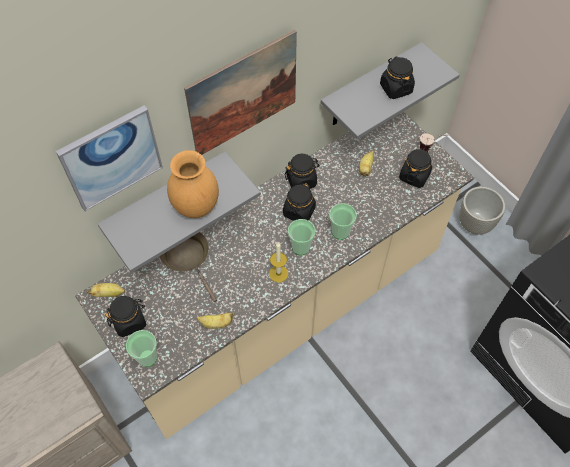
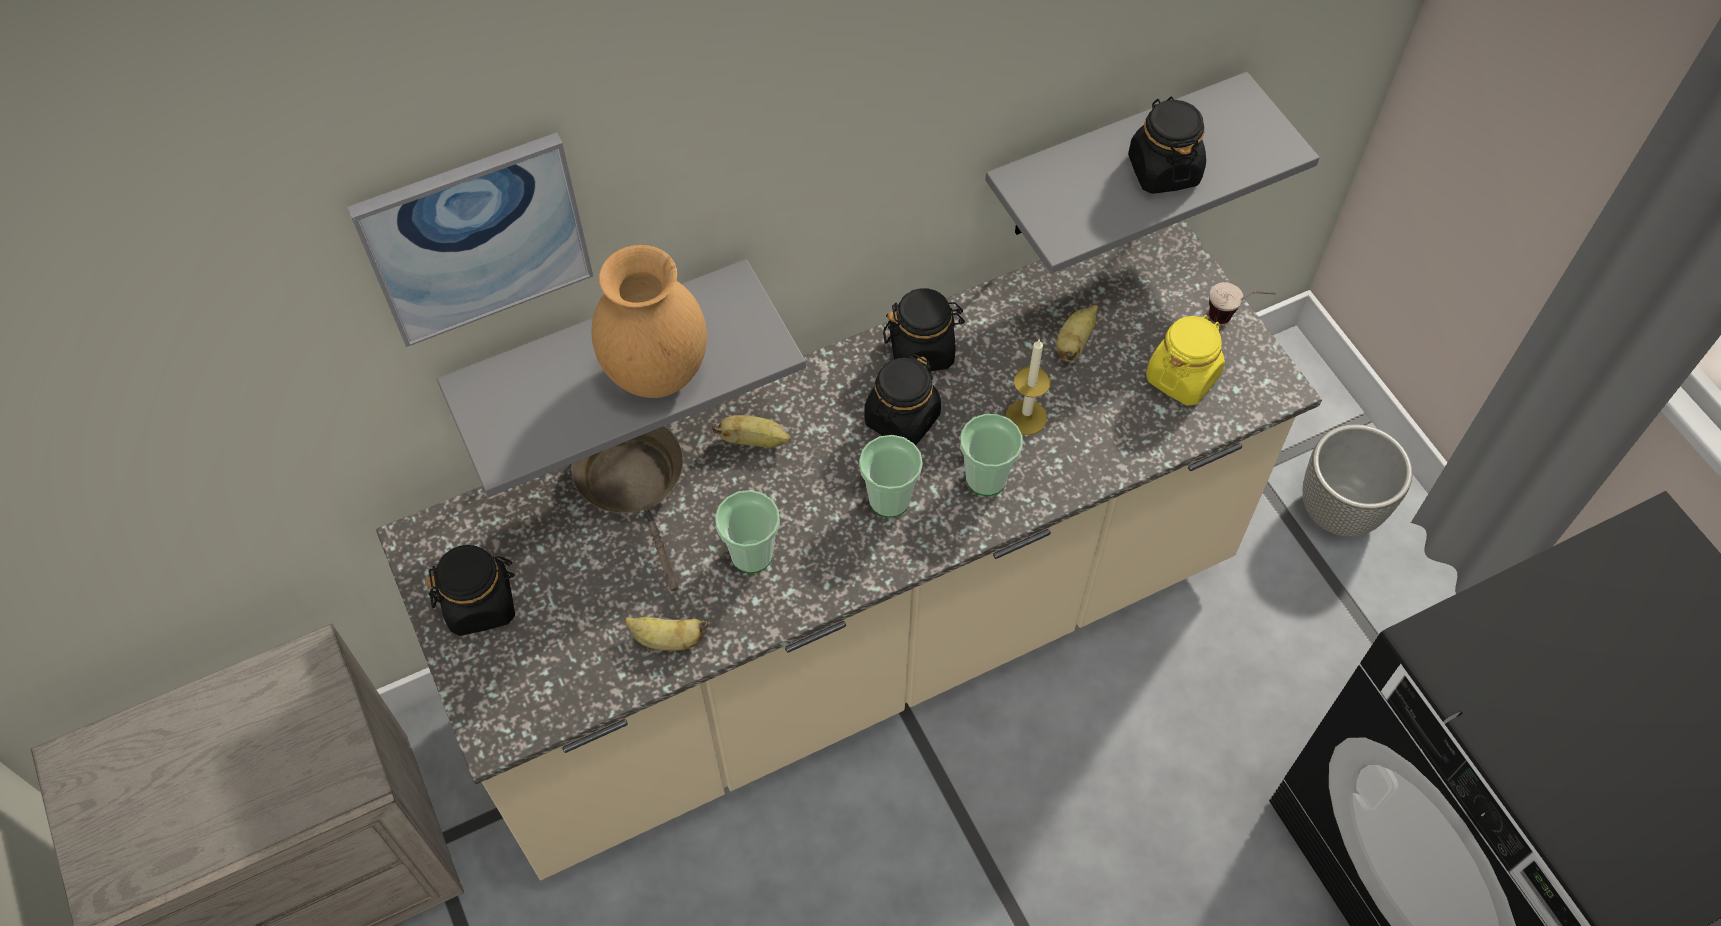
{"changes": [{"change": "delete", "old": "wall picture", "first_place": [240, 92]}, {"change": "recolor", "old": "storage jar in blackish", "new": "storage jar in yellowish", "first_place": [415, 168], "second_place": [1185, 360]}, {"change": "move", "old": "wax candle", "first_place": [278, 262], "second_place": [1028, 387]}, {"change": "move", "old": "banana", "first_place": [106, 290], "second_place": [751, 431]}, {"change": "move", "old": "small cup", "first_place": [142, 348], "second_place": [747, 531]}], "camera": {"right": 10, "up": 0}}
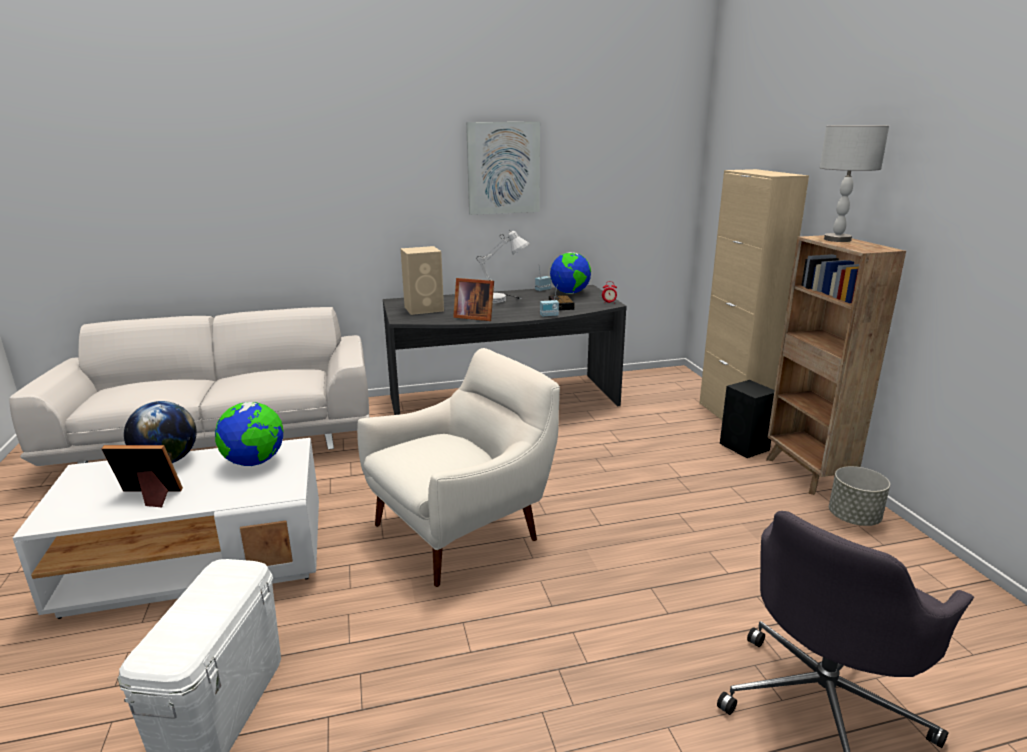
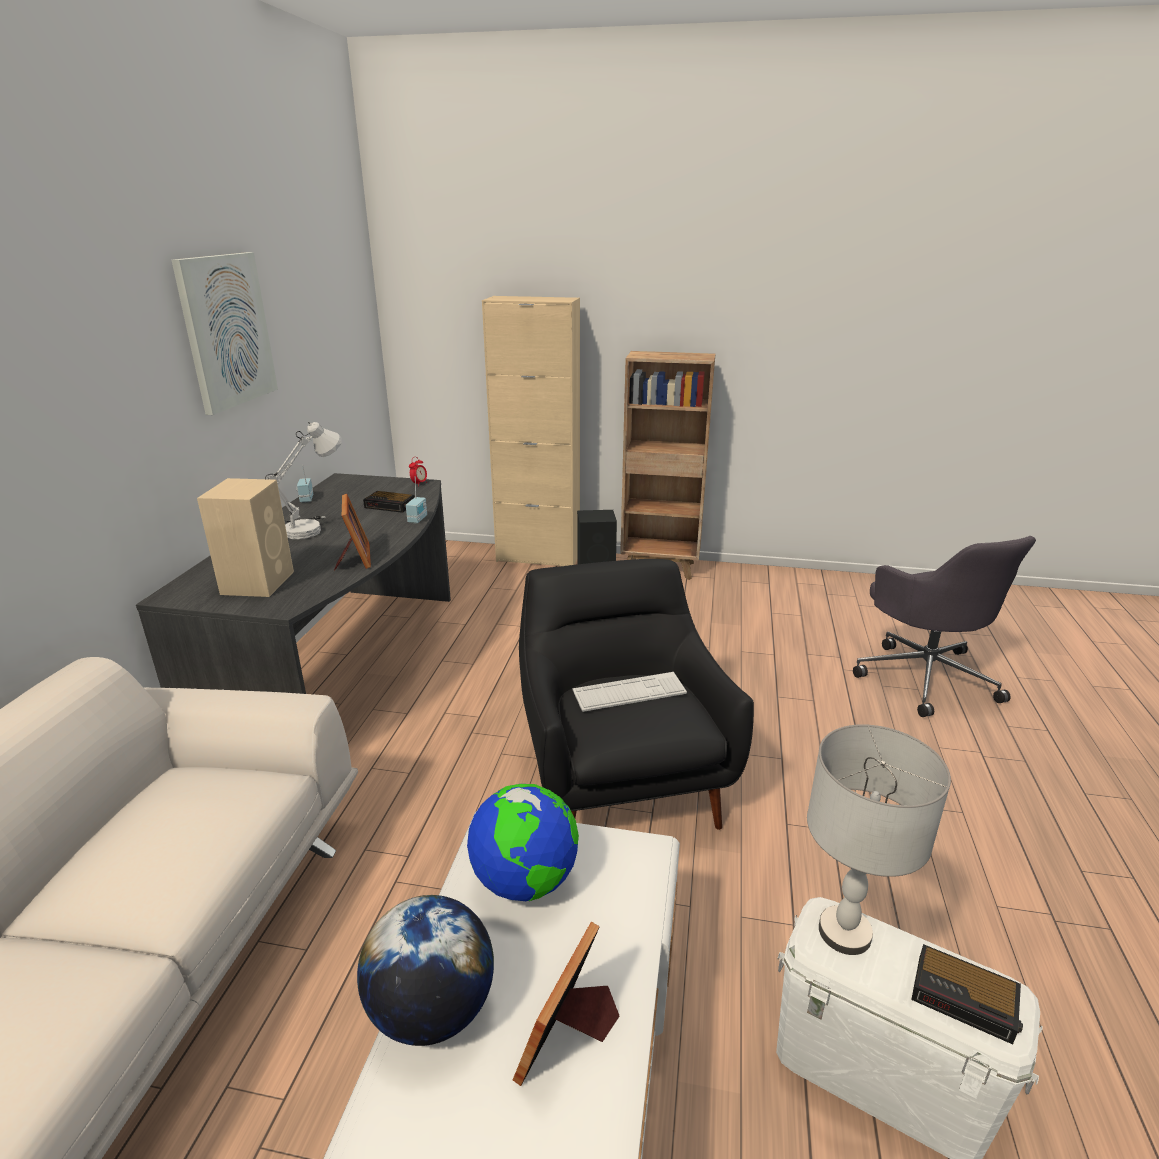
{"changes": [{"change": "move", "old": "table lamp in gray", "first_place": [854, 183], "second_place": [879, 839]}, {"change": "delete", "old": "world globe", "first_place": [570, 273]}, {"change": "rotate", "old": "photo frame", "first_place": [473, 299], "second_place": [352, 532], "degrees": -60}, {"change": "recolor", "old": "armchair in white-coloured", "new": "armchair in blackish", "first_place": [458, 467], "second_place": [636, 694]}, {"change": "delete", "old": "plant pot in gray", "first_place": [859, 496]}, {"change": "insert", "new": "computer keyboard", "second_place": [630, 692]}, {"change": "insert", "new": "table clock", "second_place": [967, 994]}], "camera": {"right": -65, "up": 5}}
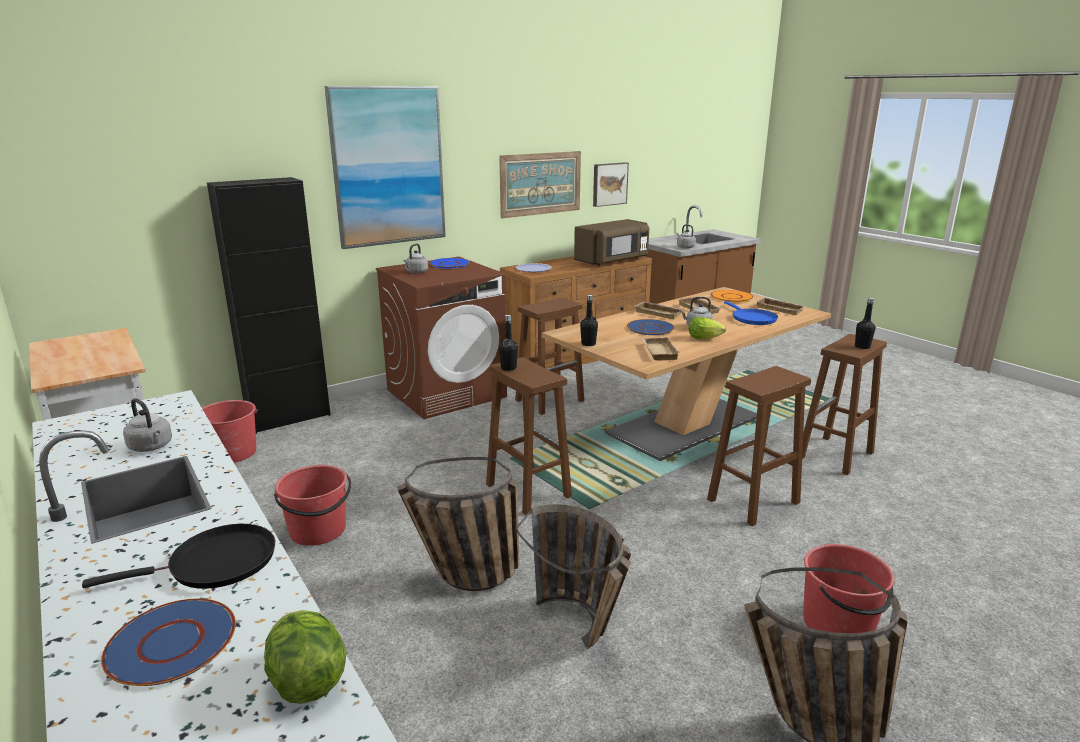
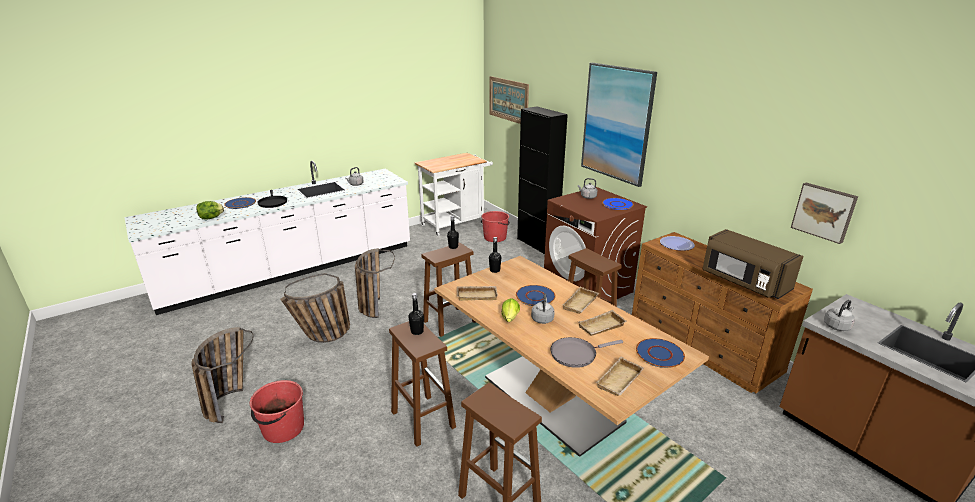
{"changes": [{"change": "move", "old": "wall picture", "first_place": [540, 184], "second_place": [509, 100]}, {"change": "recolor", "old": "plate in orange", "new": "plate in blue", "first_place": [732, 296], "second_place": [660, 353]}, {"change": "move", "old": "bottle in blackish", "first_place": [865, 323], "second_place": [416, 314]}, {"change": "recolor", "old": "pan in blue", "new": "pan in gray", "first_place": [751, 313], "second_place": [587, 352]}, {"change": "delete", "old": "pail in reddish", "first_place": [312, 505]}], "camera": {"right": 90, "up": 5}}
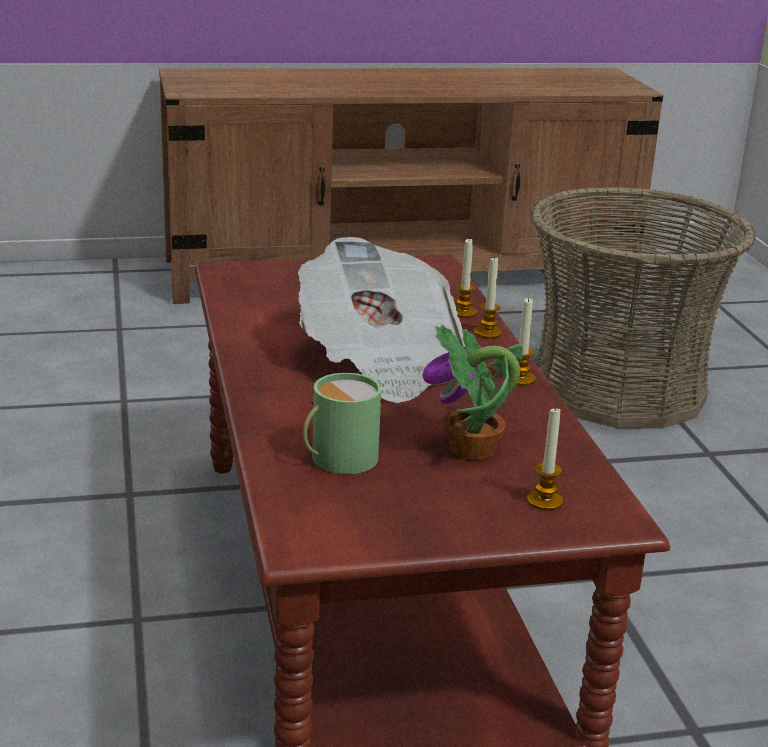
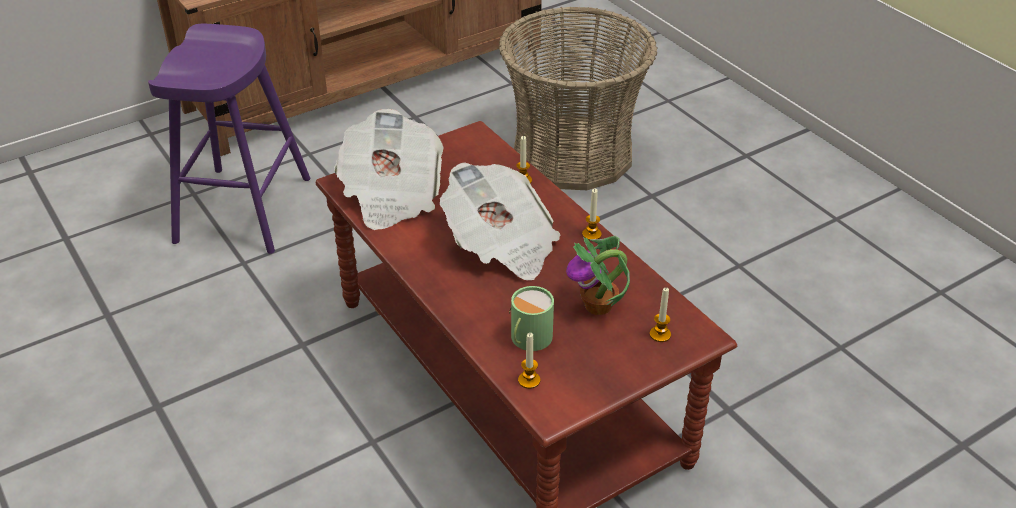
{"changes": [{"change": "move", "old": "wax candle", "first_place": [488, 297], "second_place": [529, 361]}, {"change": "insert", "new": "stool seat in purple", "second_place": [229, 139]}, {"change": "insert", "new": "printed paper", "second_place": [389, 169]}], "camera": {"right": -20, "up": 15}}
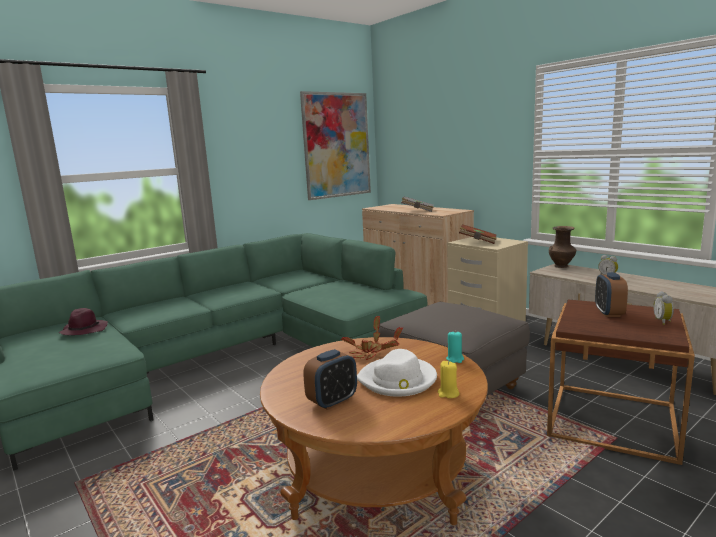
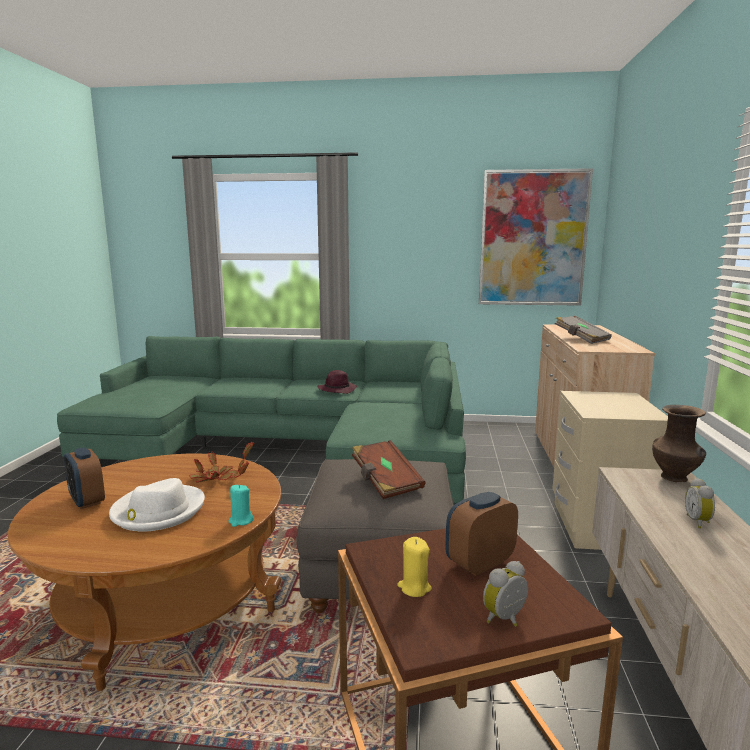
{"changes": [{"change": "move", "old": "book in brown", "first_place": [478, 234], "second_place": [388, 469]}, {"change": "move", "old": "wearable hat in purple", "first_place": [83, 321], "second_place": [337, 382]}, {"change": "rotate", "old": "table clock", "first_place": [330, 379], "second_place": [84, 478], "degrees": 45}, {"change": "move", "old": "wax candle in yellowish", "first_place": [448, 379], "second_place": [414, 567]}], "camera": {"right": 45, "up": 0}}
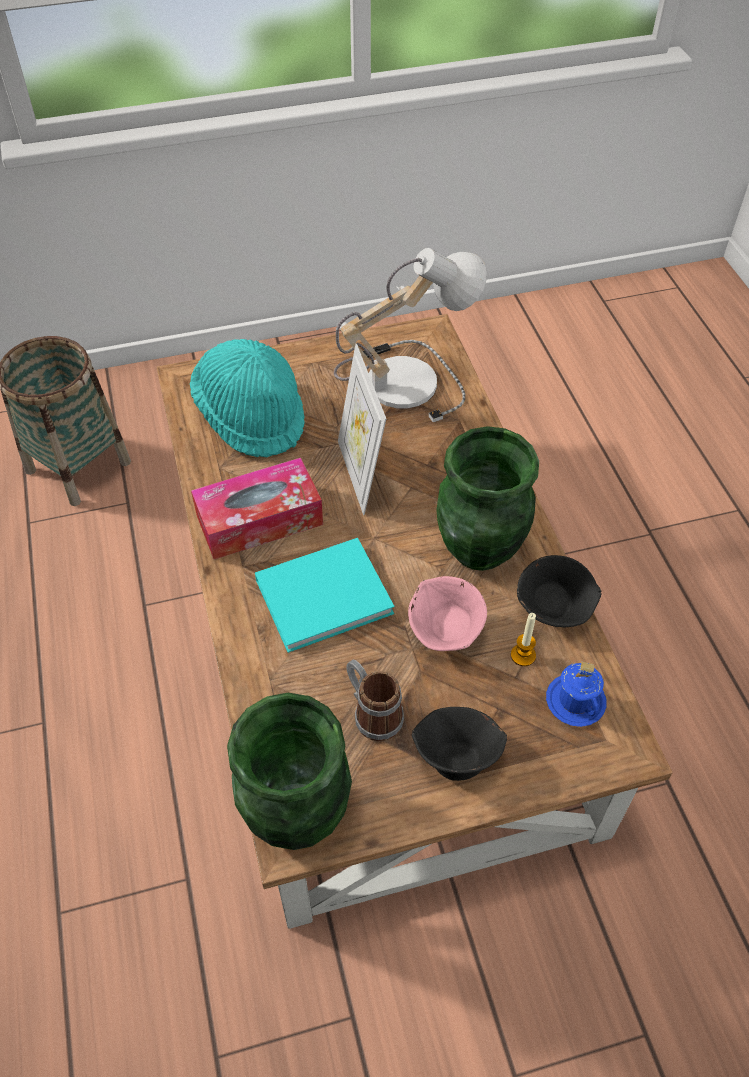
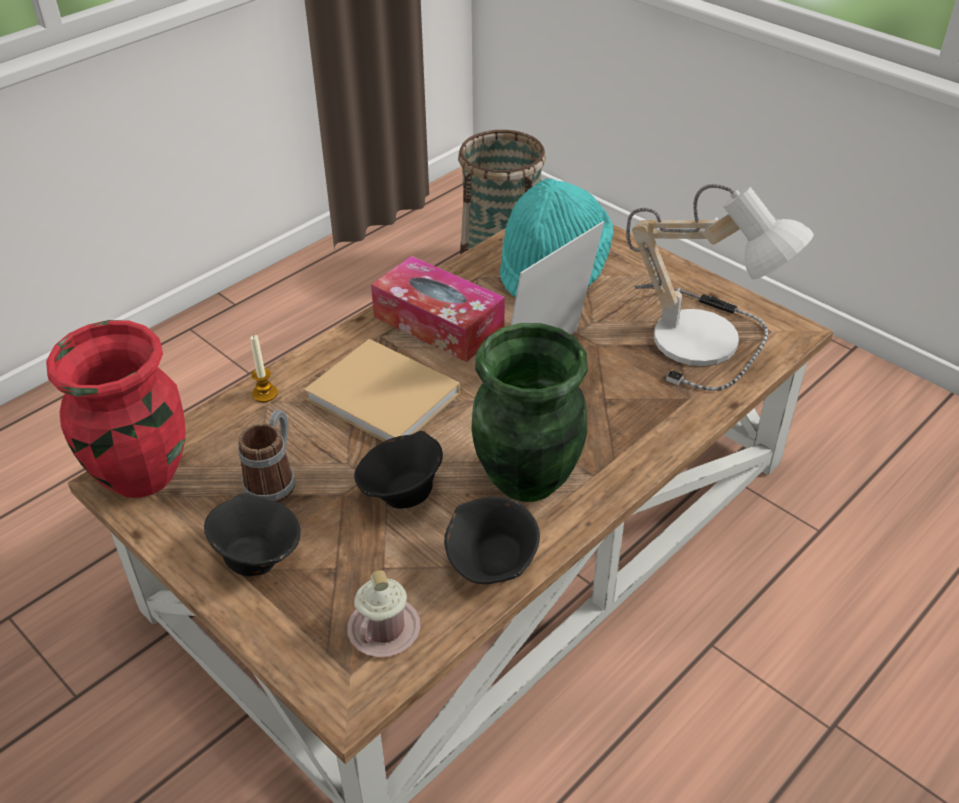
{"changes": [{"change": "recolor", "old": "book in turquoise", "new": "book in sand-coloured", "first_place": [324, 595], "second_place": [382, 390]}, {"change": "recolor", "old": "bowl in pink-coloured", "new": "bowl in blackish", "first_place": [447, 613], "second_place": [398, 470]}, {"change": "move", "old": "wax candle", "first_place": [523, 639], "second_place": [264, 368]}, {"change": "recolor", "old": "mug in blue", "new": "mug in pink-coloured", "first_place": [576, 694], "second_place": [384, 613]}, {"change": "recolor", "old": "vase in green", "new": "vase in reddish", "first_place": [289, 771], "second_place": [116, 409]}], "camera": {"right": 60, "up": -10}}
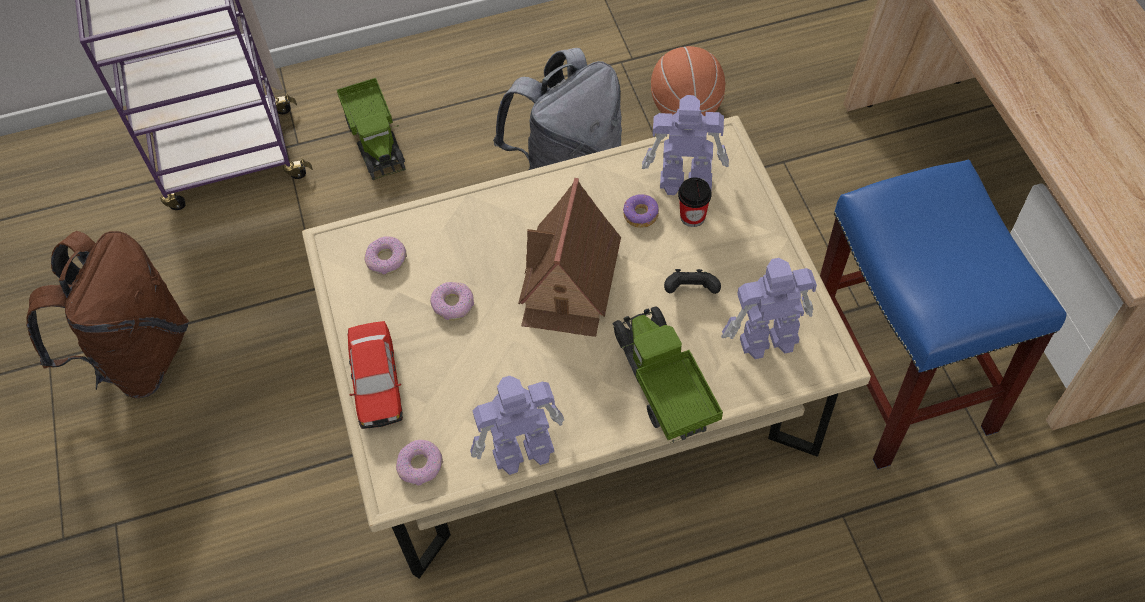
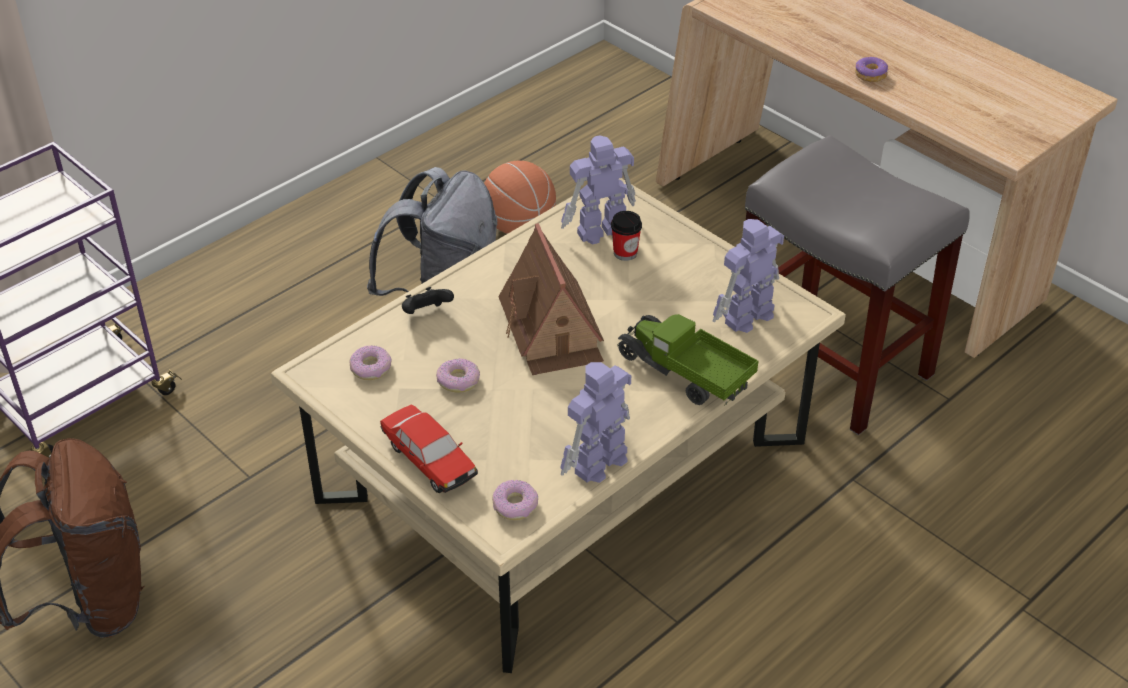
{"changes": [{"change": "delete", "old": "toy truck", "first_place": [371, 129]}, {"change": "recolor", "old": "stool seat in blue", "new": "stool seat in gray", "first_place": [943, 314], "second_place": [857, 285]}, {"change": "move", "old": "doughnut", "first_place": [641, 211], "second_place": [871, 69]}, {"change": "move", "old": "gamepad in blackish", "first_place": [692, 281], "second_place": [428, 300]}], "camera": {"right": -30, "up": -15}}
